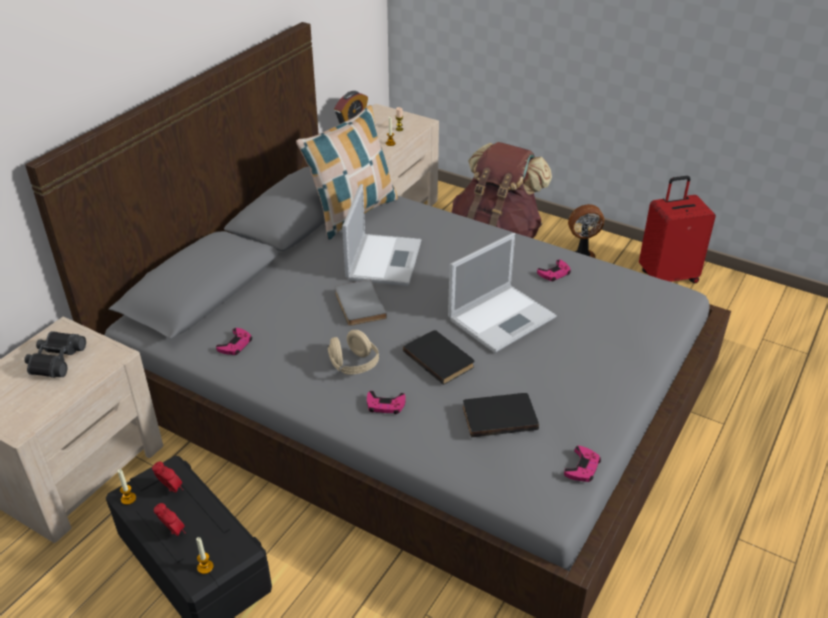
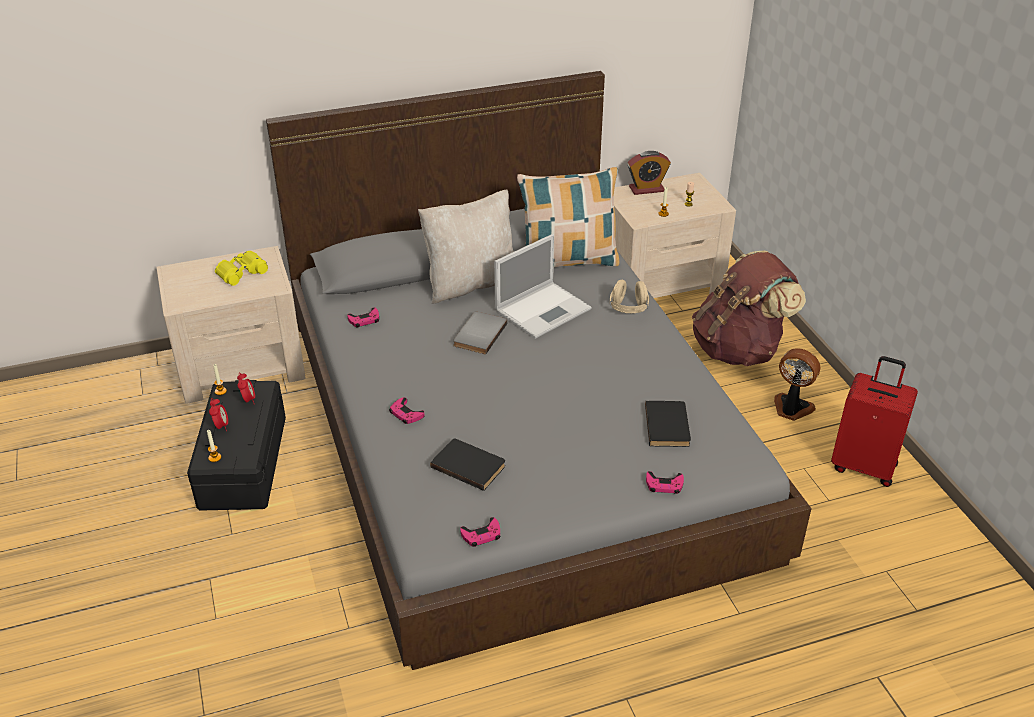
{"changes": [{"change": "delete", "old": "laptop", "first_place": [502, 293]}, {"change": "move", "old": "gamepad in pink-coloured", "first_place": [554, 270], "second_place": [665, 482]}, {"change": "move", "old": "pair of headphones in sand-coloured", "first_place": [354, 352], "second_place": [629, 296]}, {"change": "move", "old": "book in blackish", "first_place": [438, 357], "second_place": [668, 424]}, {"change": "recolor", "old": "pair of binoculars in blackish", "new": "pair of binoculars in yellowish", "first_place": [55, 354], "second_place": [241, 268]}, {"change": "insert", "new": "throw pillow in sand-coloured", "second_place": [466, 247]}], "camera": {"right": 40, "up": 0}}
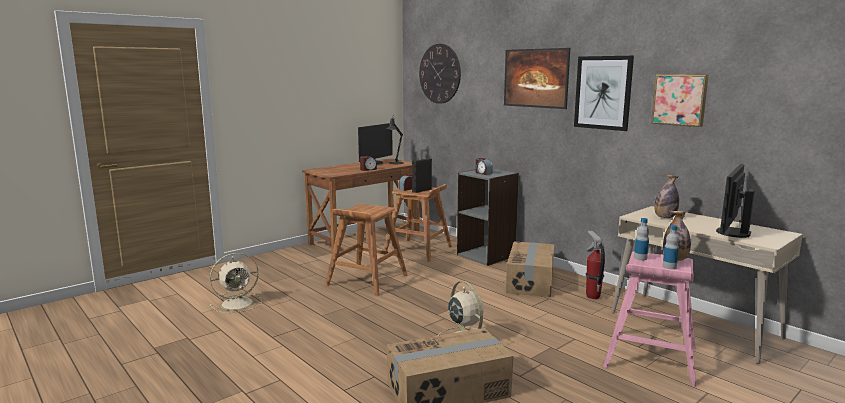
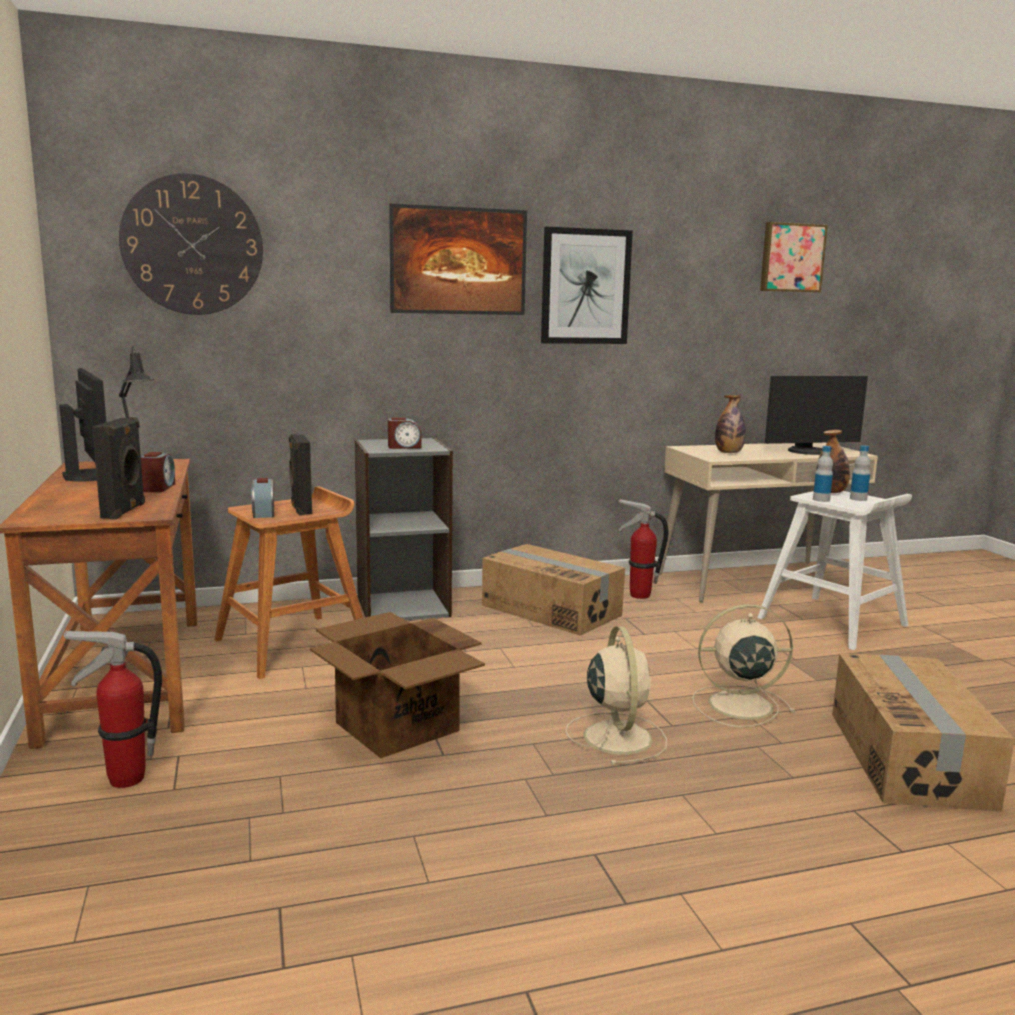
{"changes": [{"change": "move", "old": "wall picture", "first_place": [680, 100], "second_place": [794, 257]}, {"change": "rotate", "old": "computer screen", "first_place": [735, 201], "second_place": [816, 415], "degrees": -75}, {"change": "replace", "old": "stool seat in brown", "new": "carton", "first_place": [366, 250], "second_place": [397, 685]}, {"change": "recolor", "old": "stool seat in pink-coloured", "new": "stool seat in white-coloured", "first_place": [649, 319], "second_place": [834, 570]}, {"change": "move", "old": "fan in sand-coloured", "first_place": [236, 283], "second_place": [616, 695]}, {"change": "insert", "new": "audio speaker in blackish", "second_place": [118, 468]}, {"change": "insert", "new": "fire-fighting cylinder", "second_place": [112, 709]}], "camera": {"right": -65, "up": 0}}
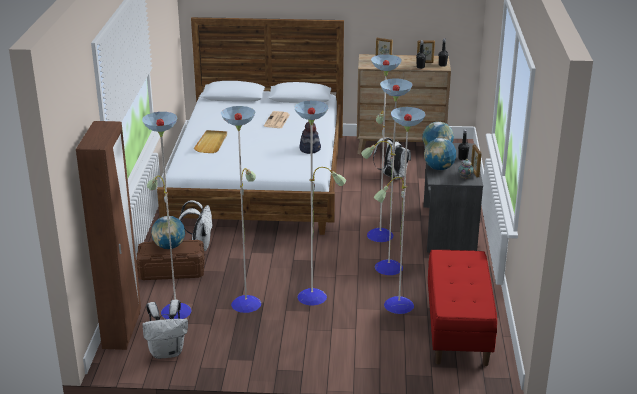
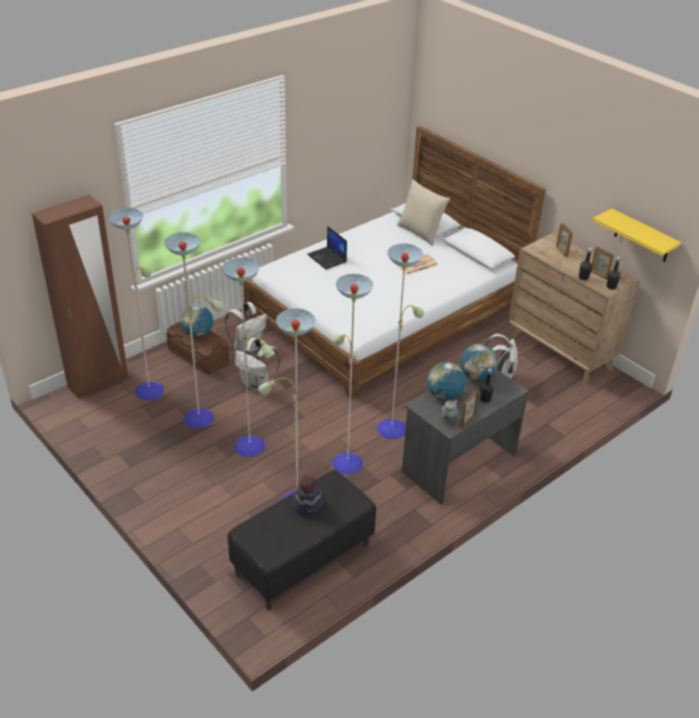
{"changes": [{"change": "move", "old": "wearable hat", "first_place": [310, 138], "second_place": [308, 495]}, {"change": "replace", "old": "carrying tray in sand-coloured", "new": "laptop", "first_place": [210, 141], "second_place": [327, 248]}, {"change": "recolor", "old": "indoor bench in reddish", "new": "indoor bench in blackish", "first_place": [462, 308], "second_place": [302, 540]}, {"change": "move", "old": "knapsack in white-coloured", "first_place": [165, 329], "second_place": [257, 365]}, {"change": "insert", "new": "throw pillow in sand-coloured", "second_place": [423, 213]}, {"change": "insert", "new": "shelf in yellowish", "second_place": [637, 235]}], "camera": {"right": 45, "up": 10}}
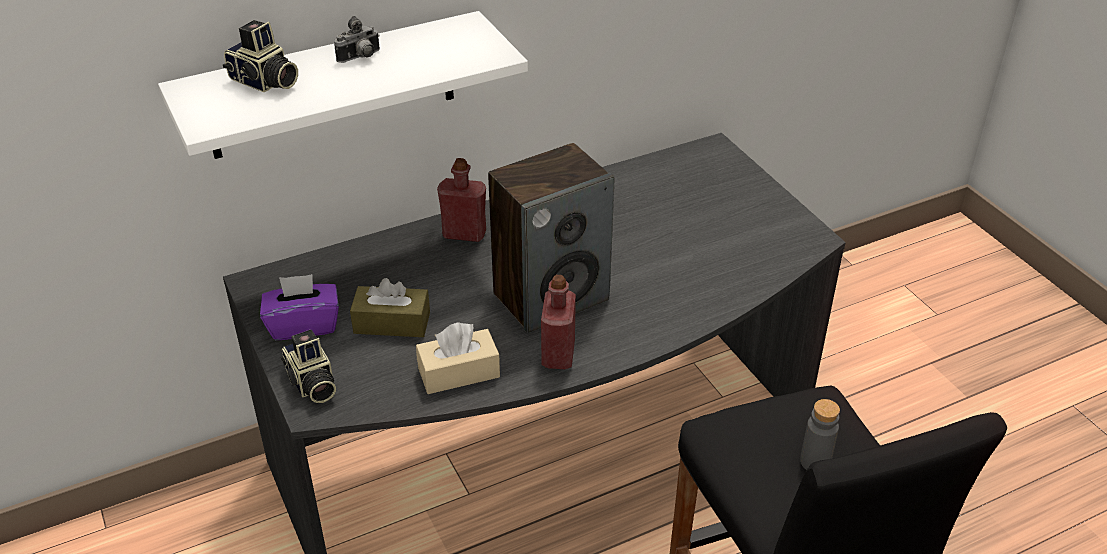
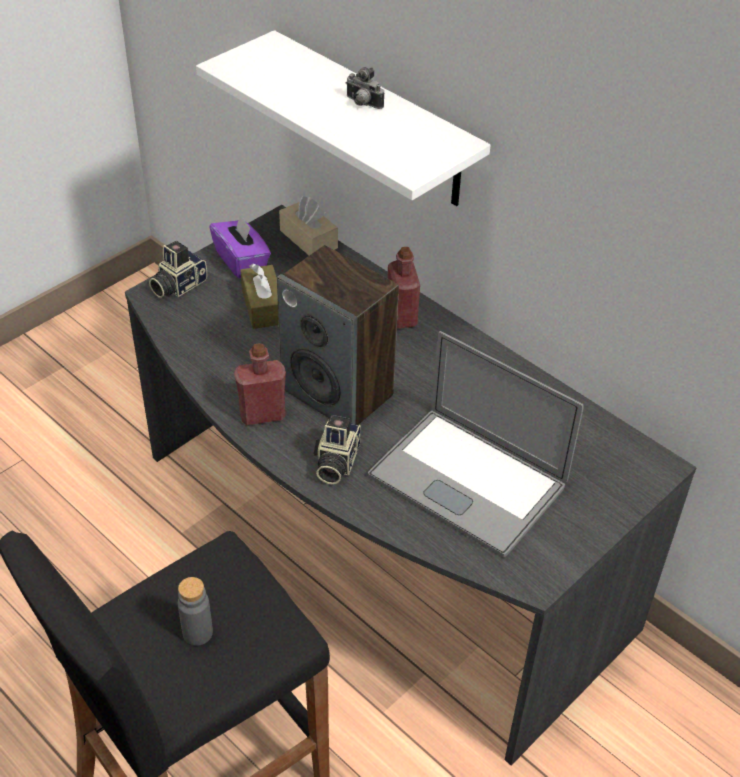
{"changes": [{"change": "move", "old": "photo camera", "first_place": [260, 56], "second_place": [337, 449]}, {"change": "move", "old": "tissue holder in sand-coloured", "first_place": [458, 358], "second_place": [308, 225]}, {"change": "insert", "new": "laptop", "second_place": [476, 444]}], "camera": {"right": 70, "up": 5}}
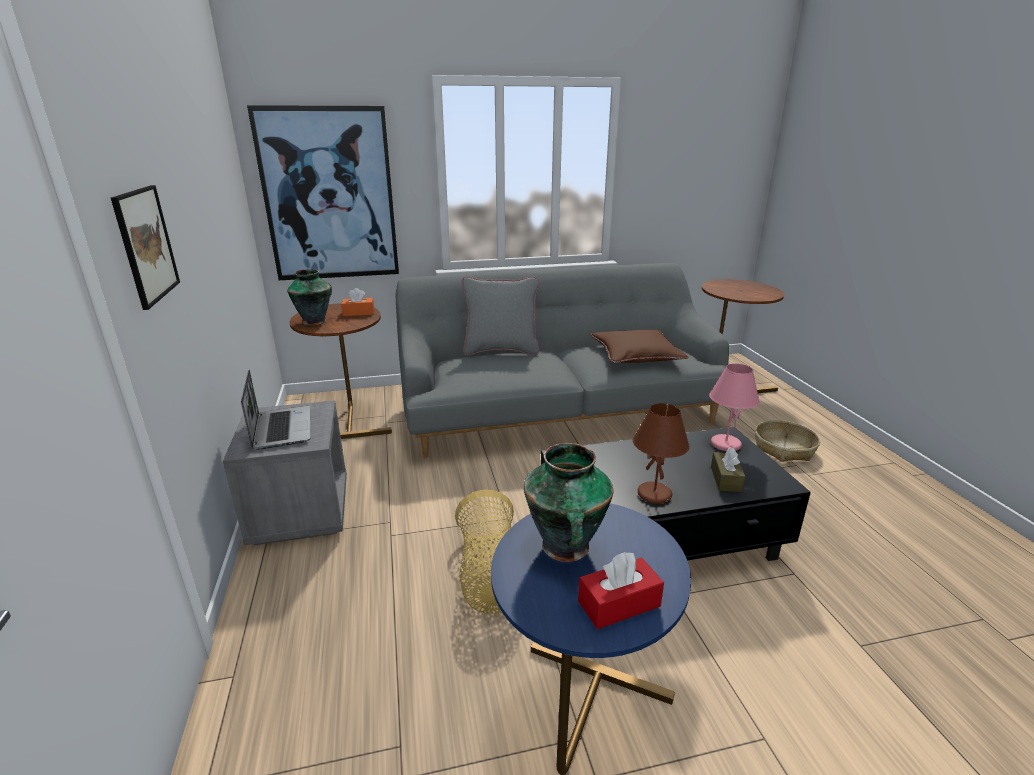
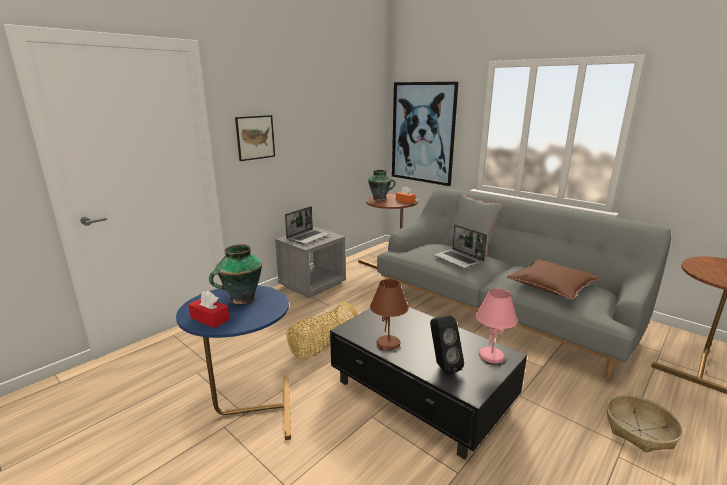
{"changes": [{"change": "replace", "old": "tissue holder in brown", "new": "audio speaker in blackish", "first_place": [728, 469], "second_place": [447, 345]}, {"change": "insert", "new": "laptop", "second_place": [460, 246]}], "camera": {"right": 55, "up": -5}}
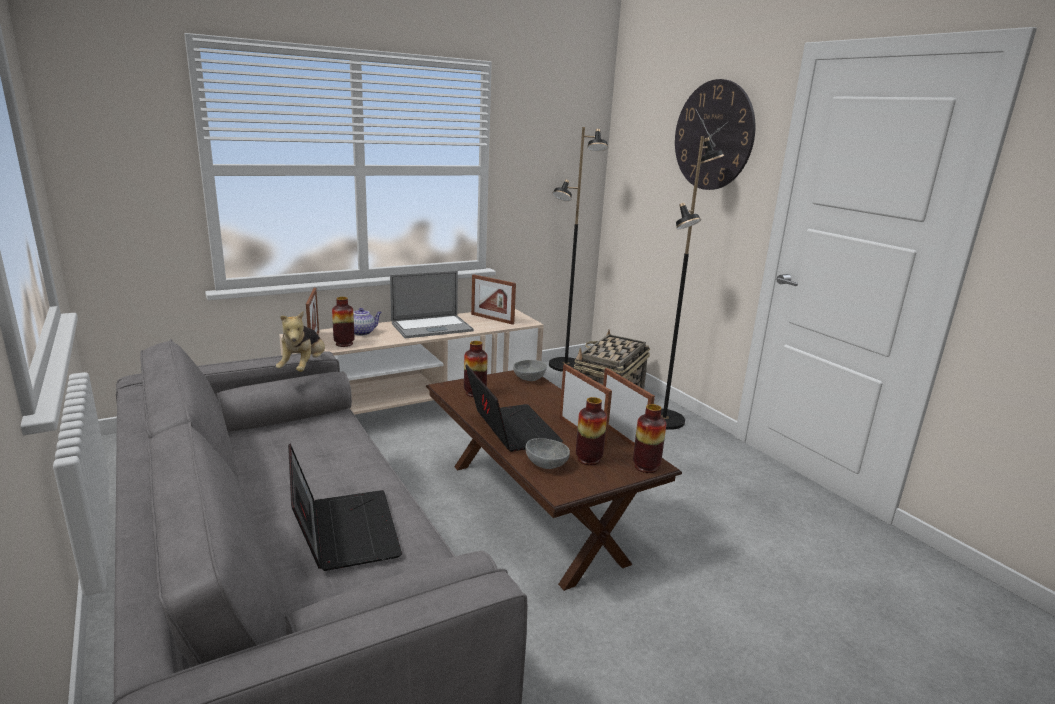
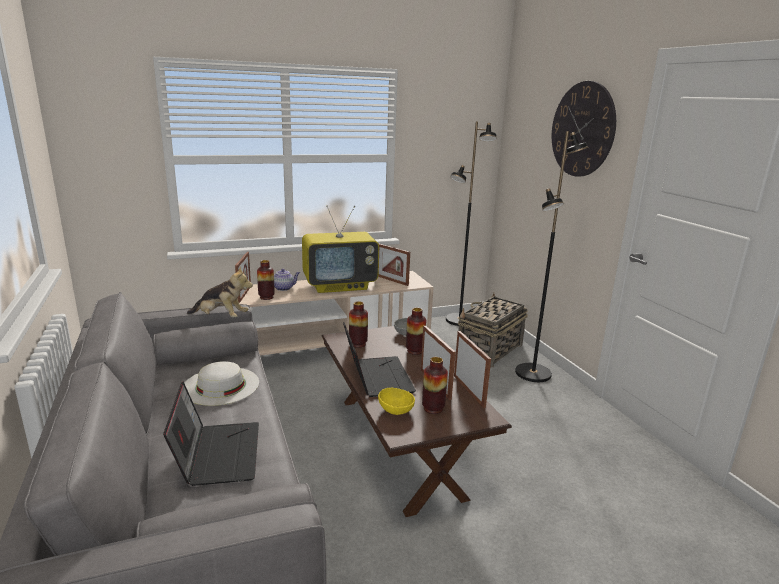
{"changes": [{"change": "replace", "old": "laptop", "new": "TV set", "first_place": [432, 304], "second_place": [340, 249]}, {"change": "rotate", "old": "plush toy", "first_place": [300, 341], "second_place": [220, 292], "degrees": -90}, {"change": "move", "old": "vase", "first_place": [649, 438], "second_place": [416, 331]}, {"change": "recolor", "old": "bowl in gray", "new": "bowl in yellowish", "first_place": [547, 453], "second_place": [396, 401]}, {"change": "insert", "new": "wearable hat in white-coloured", "second_place": [222, 383]}], "camera": {"right": 10, "up": 0}}
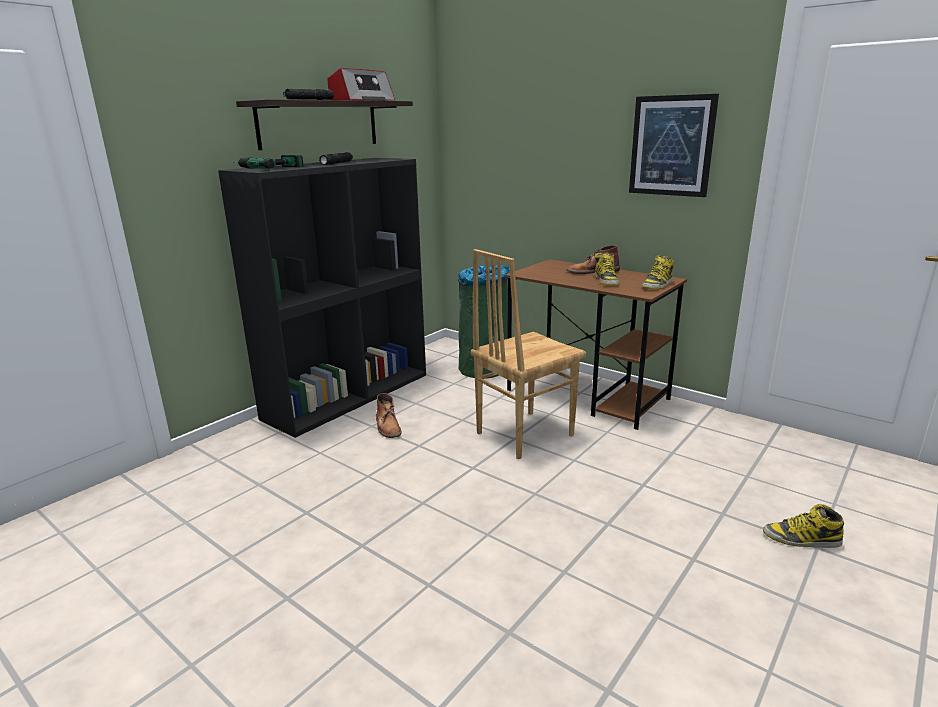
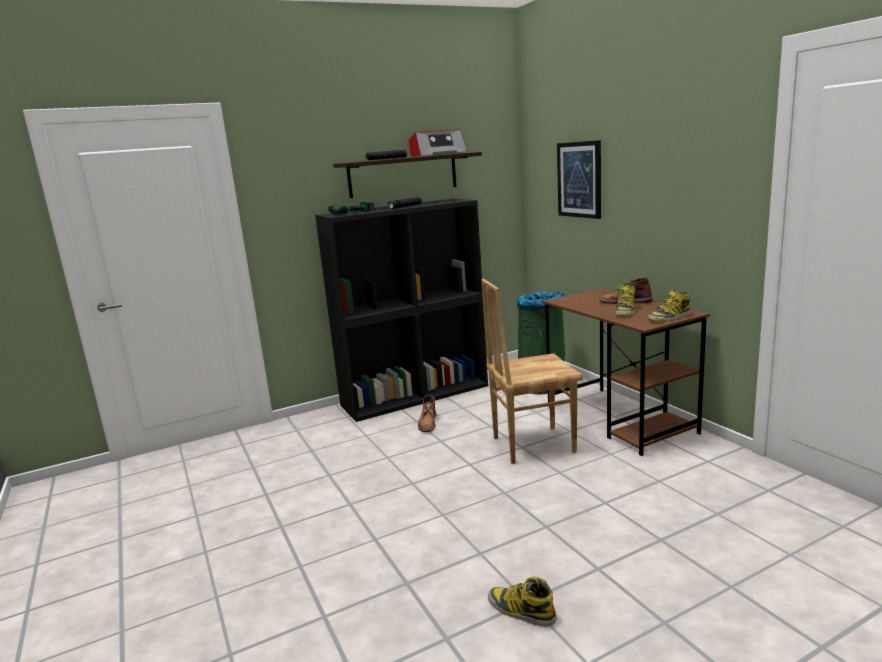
{"changes": [{"change": "move", "old": "wall picture", "first_place": [674, 145], "second_place": [579, 179]}, {"change": "move", "old": "high-top boot", "first_place": [803, 526], "second_place": [522, 602]}], "camera": {"right": 25, "up": -5}}
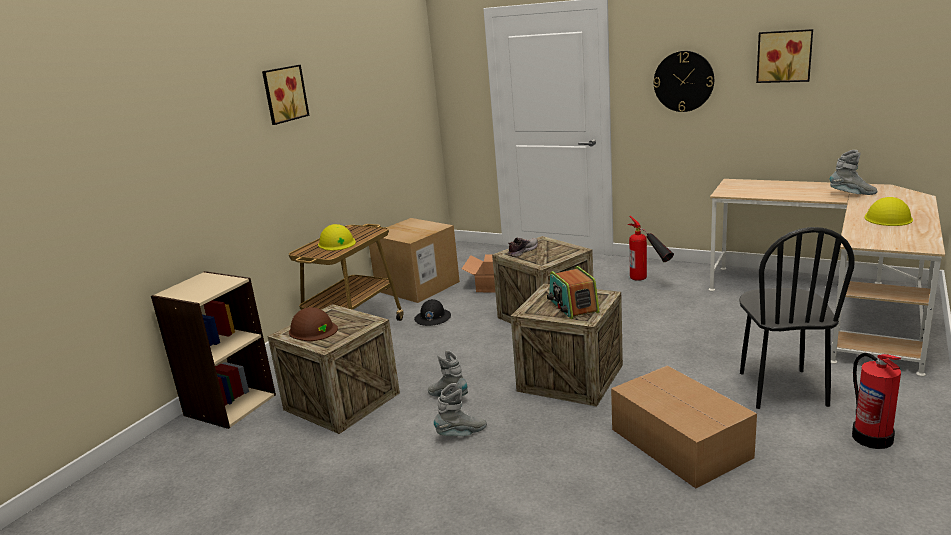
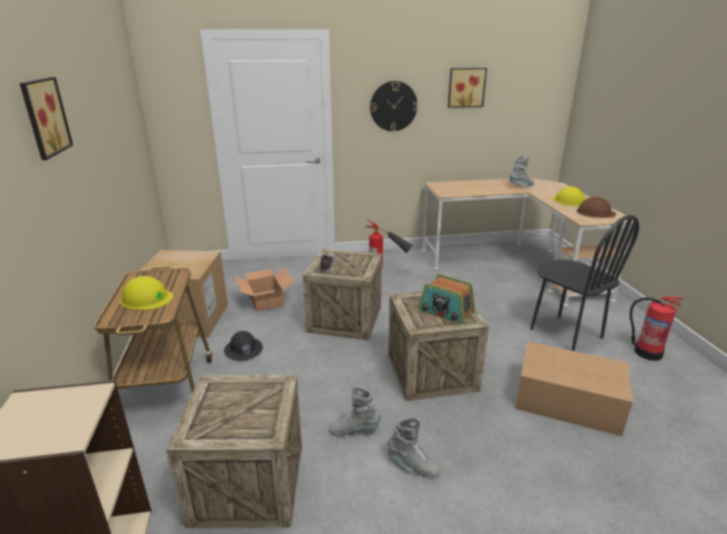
{"changes": [{"change": "move", "old": "work helmet in brown", "first_place": [313, 324], "second_place": [596, 207]}, {"change": "rotate", "old": "high-top boot in gray", "first_place": [460, 409], "second_place": [413, 447], "degrees": 90}], "camera": {"right": -40, "up": 5}}
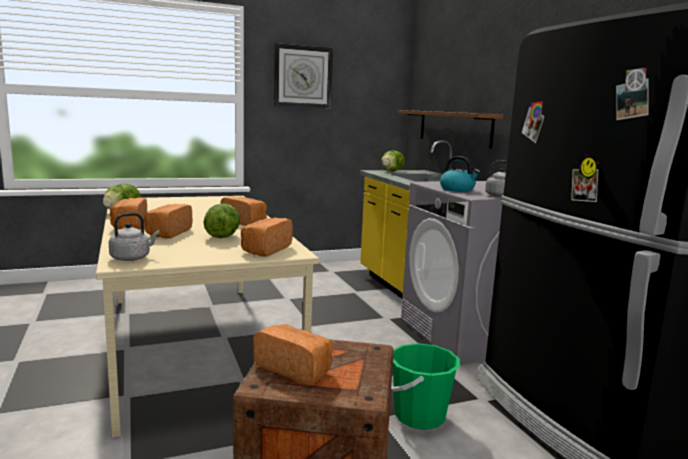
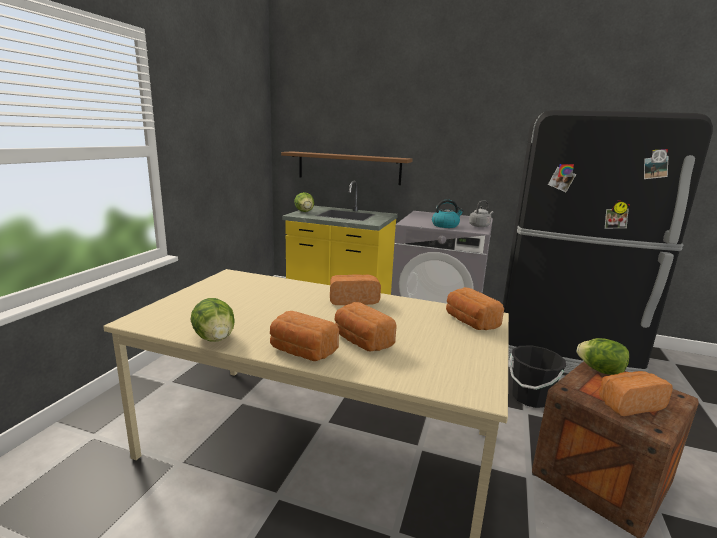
{"changes": [{"change": "delete", "old": "hanging clock", "first_place": [303, 76]}, {"change": "move", "old": "lettuce head", "first_place": [221, 220], "second_place": [603, 356]}, {"change": "delete", "old": "tea kettle in gray", "first_place": [134, 237]}, {"change": "recolor", "old": "pail in green", "new": "pail in blackish", "first_place": [425, 386], "second_place": [537, 376]}], "camera": {"right": -50, "up": 5}}
